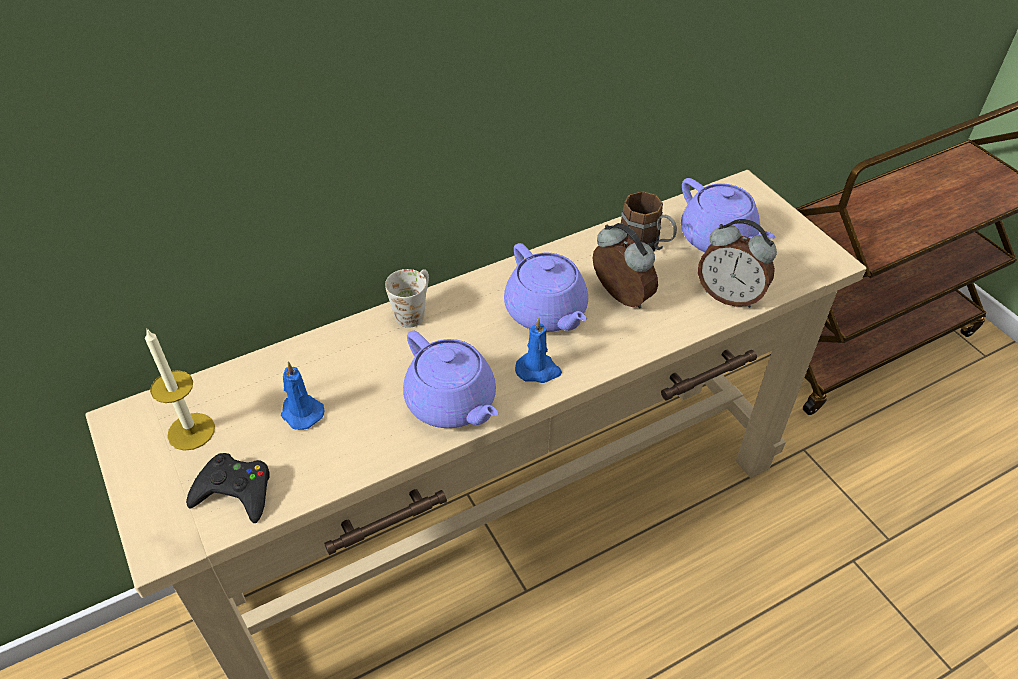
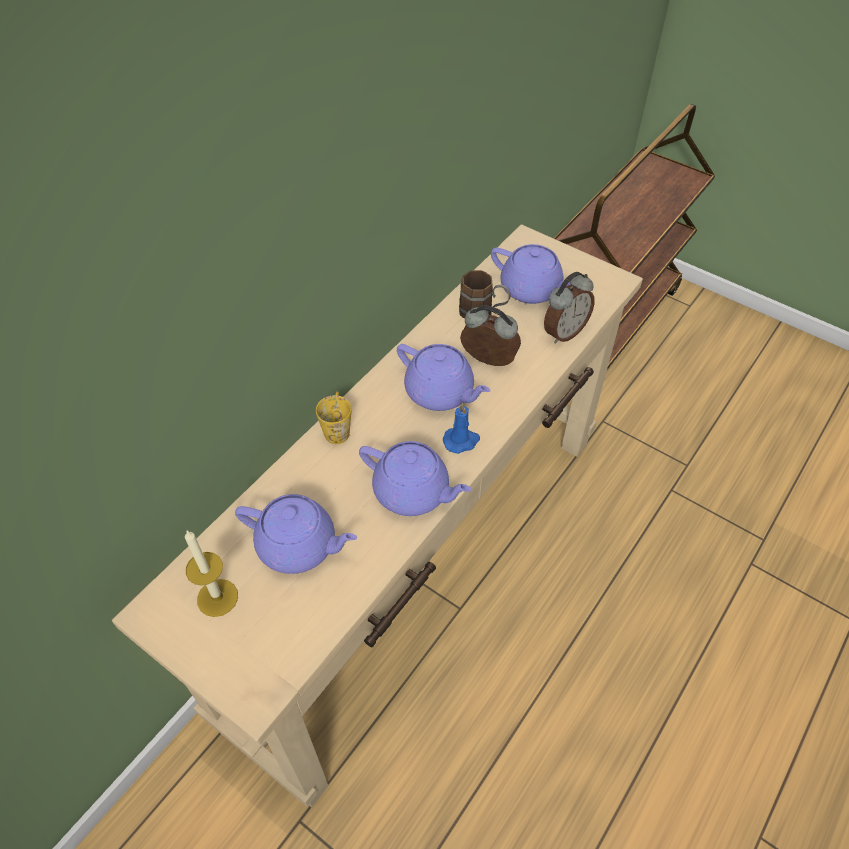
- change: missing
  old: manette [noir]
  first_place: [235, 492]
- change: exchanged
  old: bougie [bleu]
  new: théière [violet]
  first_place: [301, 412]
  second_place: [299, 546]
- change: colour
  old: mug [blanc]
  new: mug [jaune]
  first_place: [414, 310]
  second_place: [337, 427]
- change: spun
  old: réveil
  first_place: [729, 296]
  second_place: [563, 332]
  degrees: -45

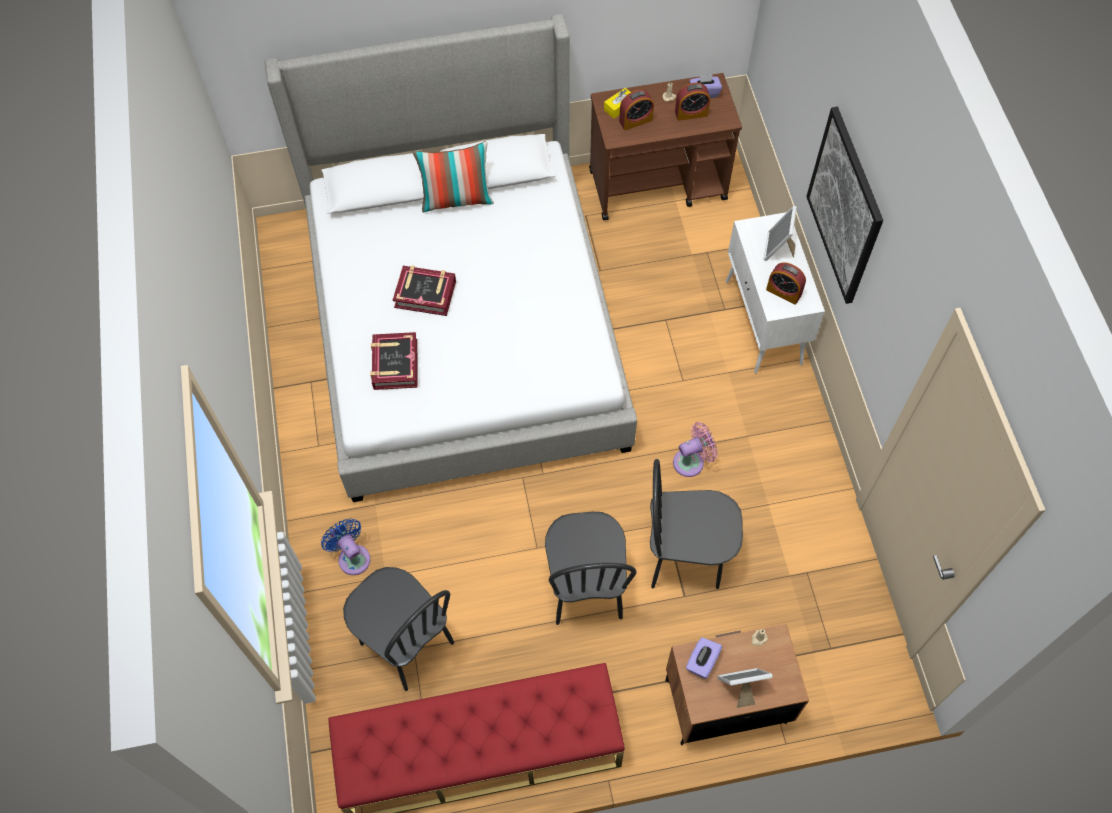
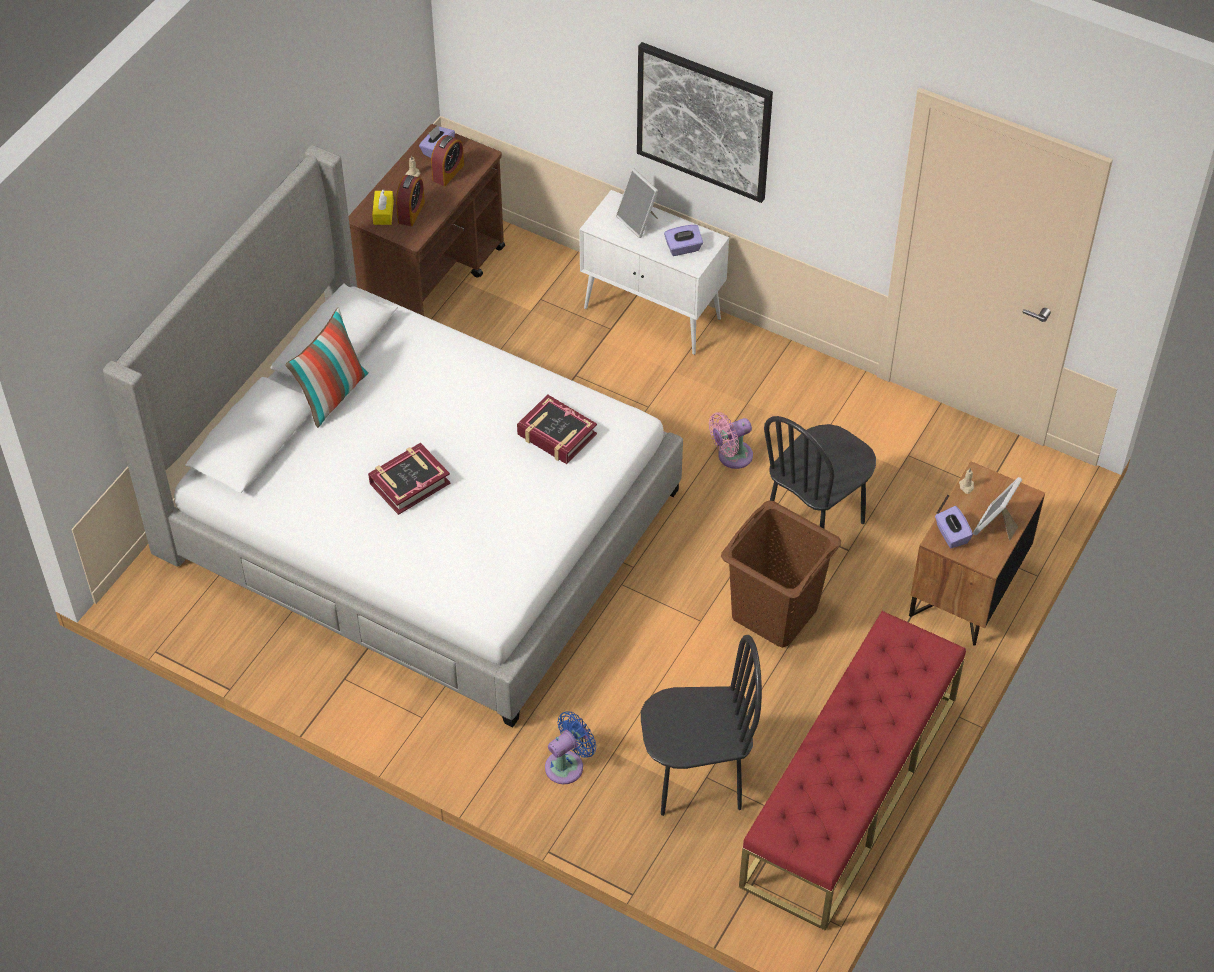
- change: relocated
  old: livre
  first_place: [394, 364]
  second_place: [556, 435]
- change: exchanged
  old: chaise [noir]
  new: panier à linge [marron]
  first_place: [585, 589]
  second_place: [774, 613]
- change: exchanged
  old: réveil
  new: boîte à mouchoirs [violet]
  first_place: [783, 292]
  second_place: [683, 248]
- change: spun
  old: ventilateur [bleu]
  first_place: [352, 557]
  second_place: [567, 765]
  degrees: 135
- change: spun
  old: ventilateur [rose]
  first_place: [691, 461]
  second_place: [731, 456]
  degrees: -135

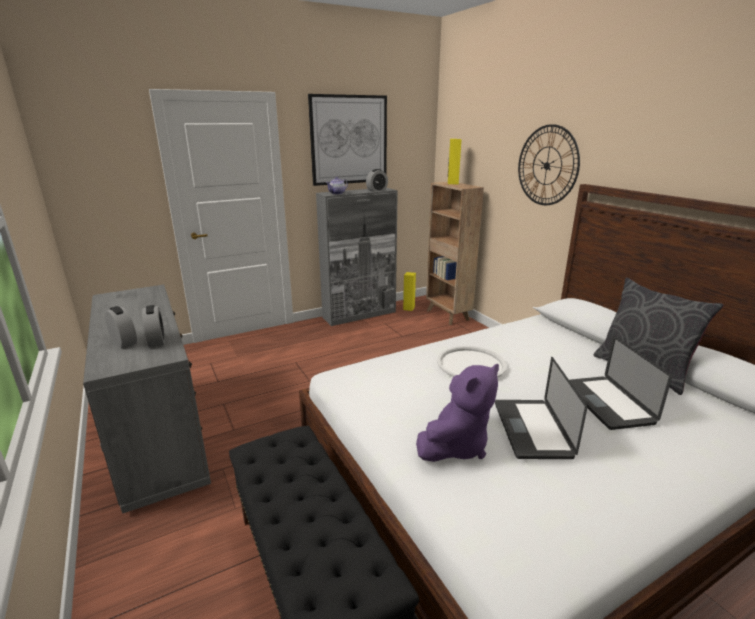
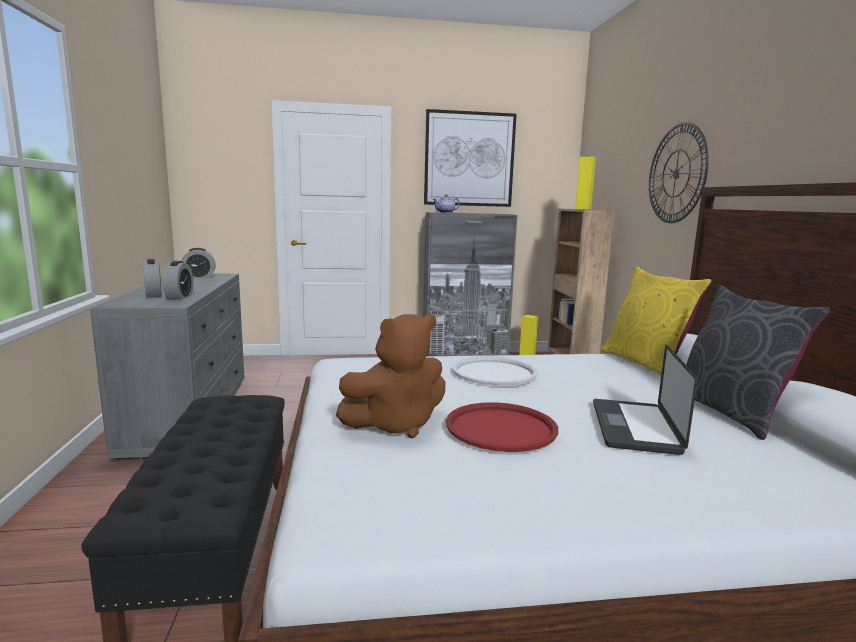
- change: appeared
  new: coussin [jaune]
  second_place: [645, 364]
- change: relocated
  old: réveil
  first_place: [377, 190]
  second_place: [199, 277]
- change: exchanged
  old: ordinateur portable
  new: plateau [rouge]
  first_place: [532, 429]
  second_place: [501, 428]
- change: colour
  old: peluche [violet]
  new: peluche [marron]
  first_place: [456, 446]
  second_place: [396, 424]

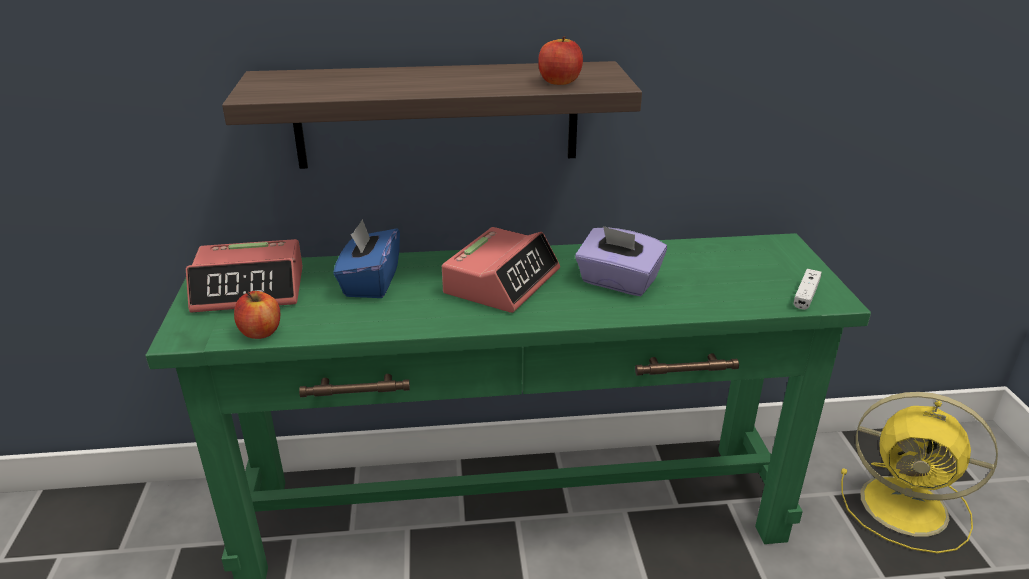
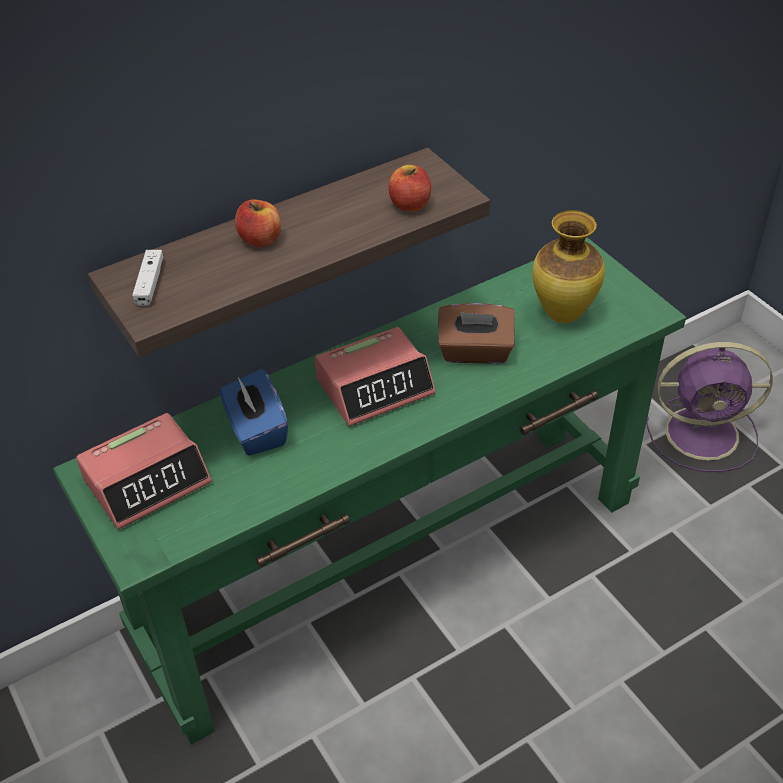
- change: appeared
  new: vase
  second_place: [561, 315]
- change: relocated
  old: pomme
  first_place: [260, 332]
  second_place: [260, 239]
- change: relocated
  old: manette [blanc]
  first_place: [806, 295]
  second_place: [150, 283]
- change: colour
  old: boîte à mouchoirs [violet]
  new: boîte à mouchoirs [marron]
  first_place: [618, 282]
  second_place: [475, 352]
- change: colour
  old: ventilateur [jaune]
  new: ventilateur [violet]
  first_place: [908, 507]
  second_place: [705, 433]
- change: spun
  old: réveil
  first_place: [502, 281]
  second_place: [375, 386]
  degrees: 60

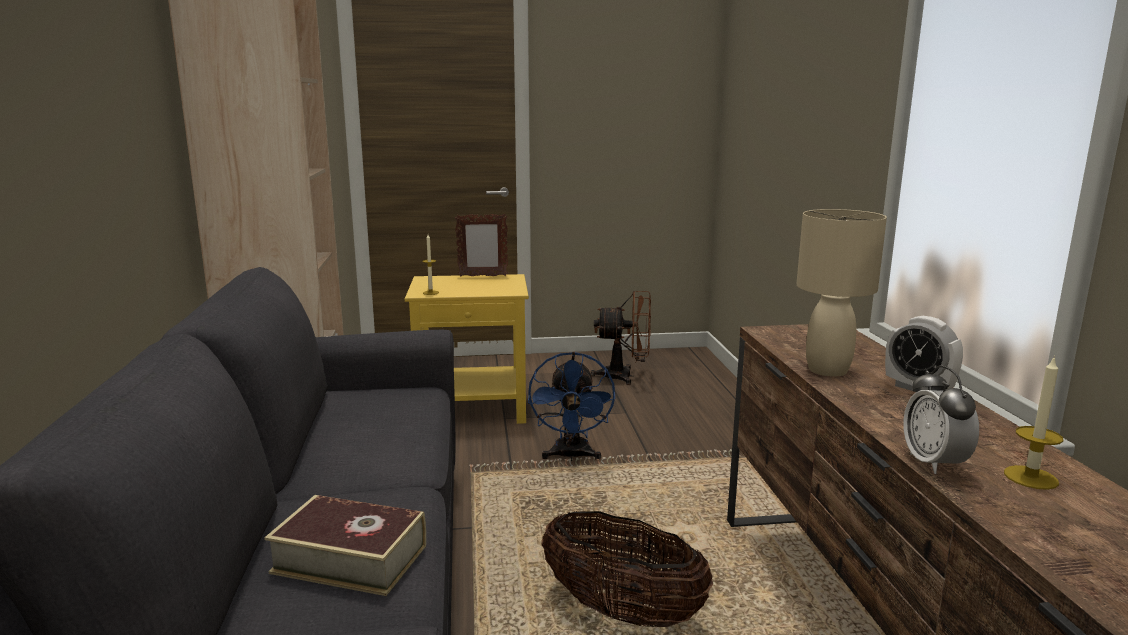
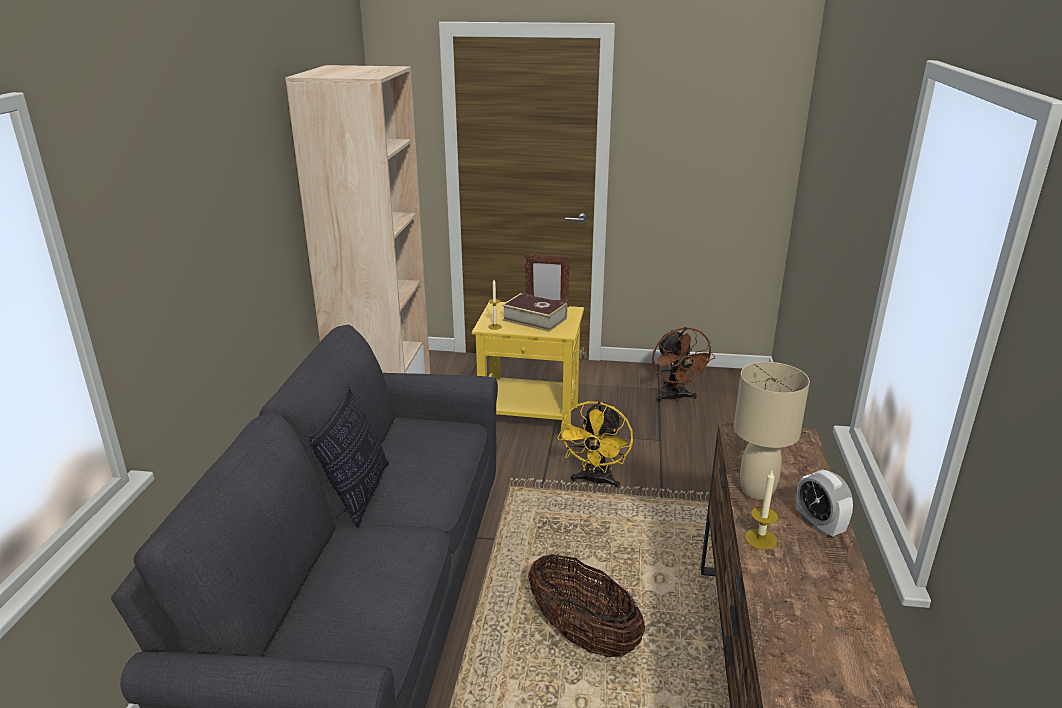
- change: missing
  old: réveil
  first_place: [934, 463]
- change: appeared
  new: coussin
  second_place: [358, 493]
- change: relocated
  old: livre
  first_place: [350, 559]
  second_place: [534, 319]
- change: relocated
  old: bougie
  first_place: [1030, 477]
  second_place: [760, 539]
- change: colour
  old: ventilateur [bleu]
  new: ventilateur [jaune]
  first_place: [571, 456]
  second_place: [595, 481]
- change: spun
  old: ventilateur [marron]
  first_place: [625, 376]
  second_place: [675, 398]
  degrees: 60

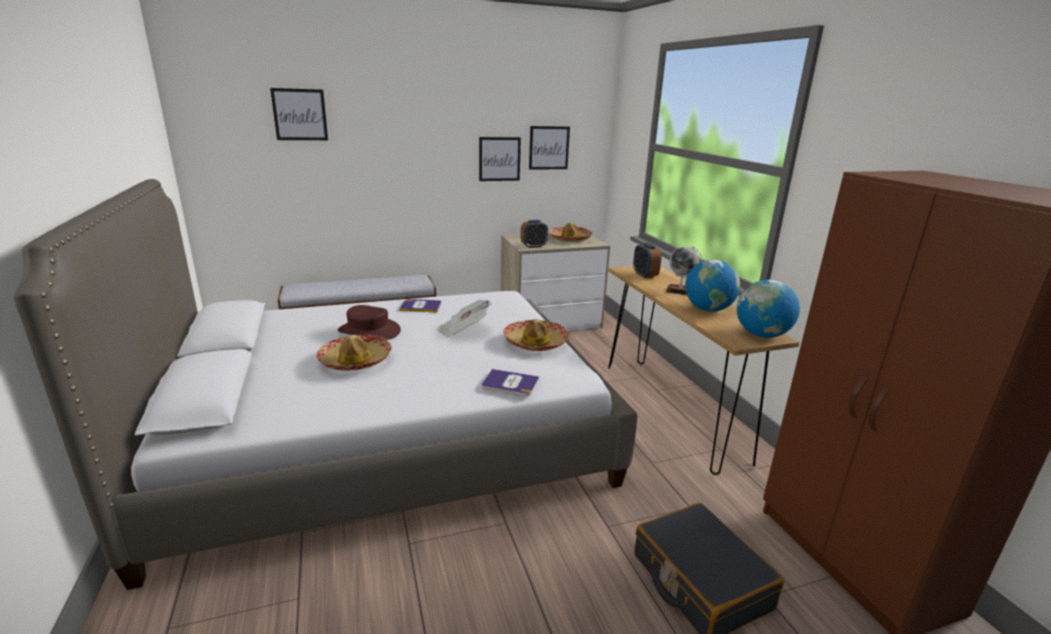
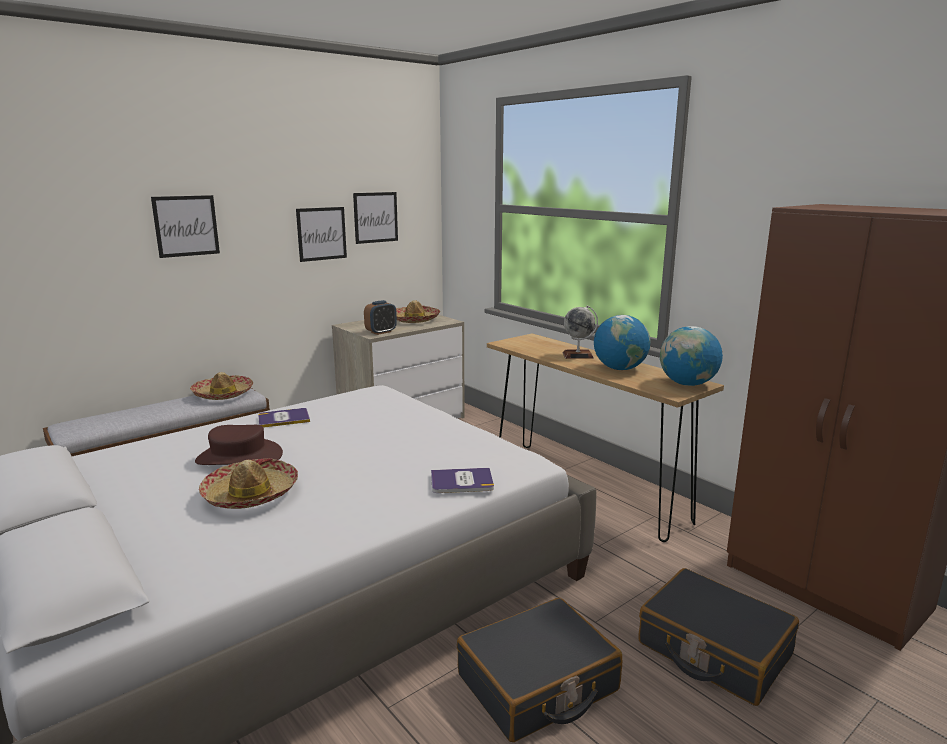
- change: missing
  old: journal
  first_place: [463, 331]
- change: missing
  old: réveil
  first_place: [644, 275]
- change: appeared
  new: valise [noir]
  second_place: [538, 684]
- change: relocated
  old: tableau
  first_place: [300, 114]
  second_place: [186, 226]
- change: relocated
  old: chapeau
  first_place: [535, 343]
  second_place: [223, 394]

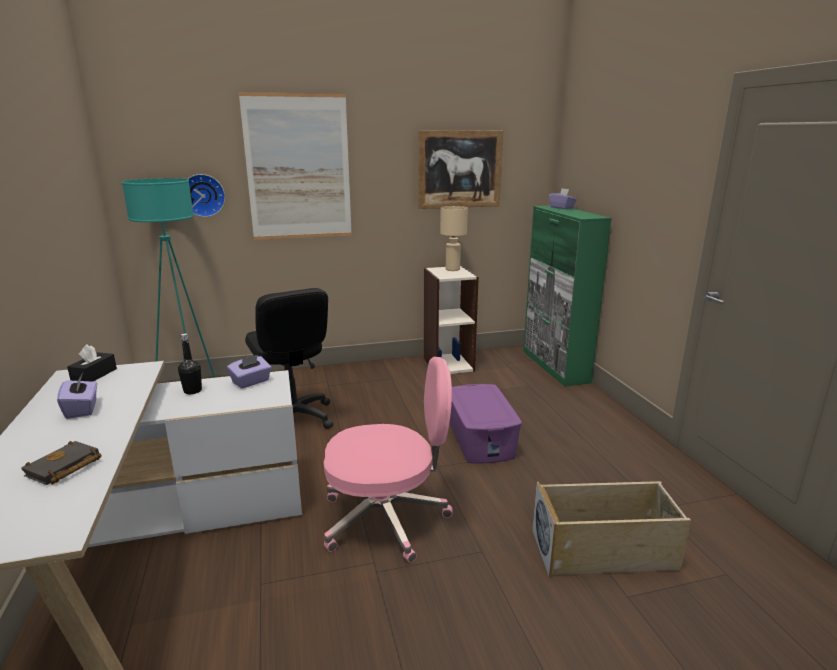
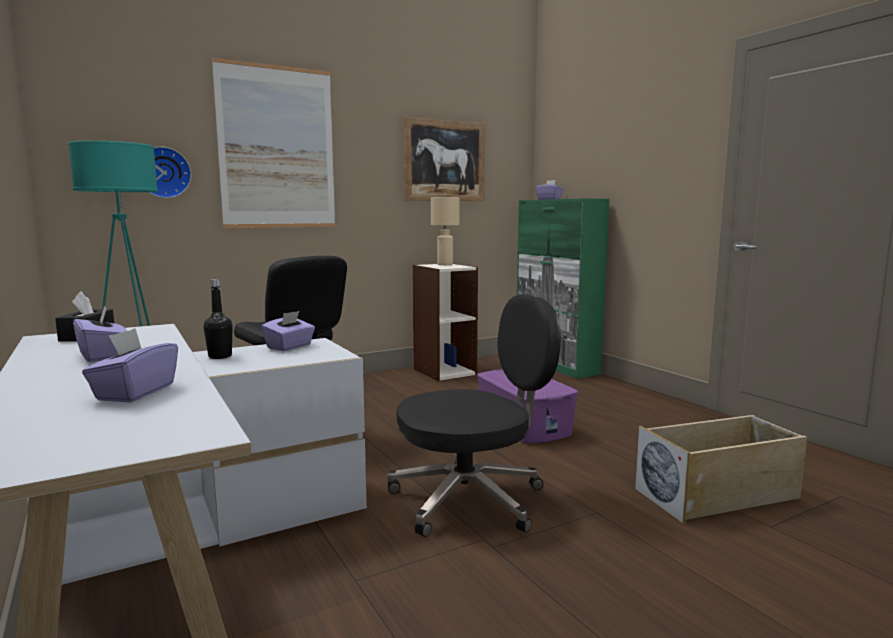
- change: exchanged
  old: livre [noir]
  new: boîte à mouchoirs [violet]
  first_place: [63, 468]
  second_place: [135, 392]
- change: colour
  old: chaise de bureau [rose]
  new: chaise de bureau [noir]
  first_place: [387, 518]
  second_place: [471, 499]

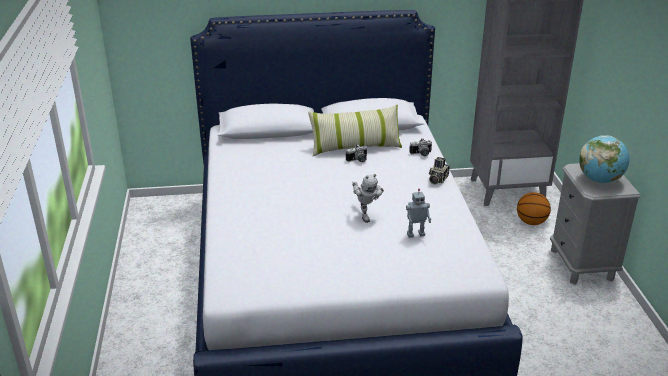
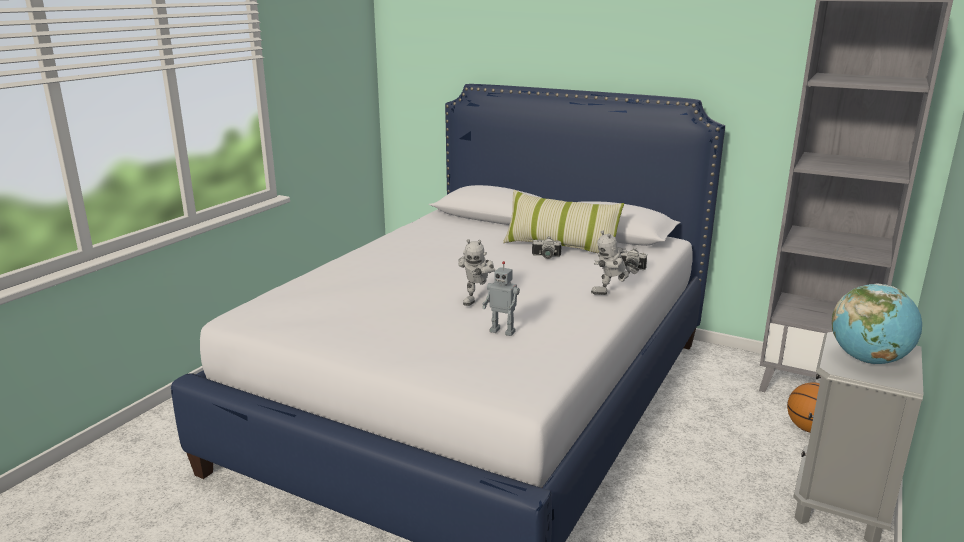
- change: exchanged
  old: appareil photo
  new: robot jouet
  first_place: [437, 179]
  second_place: [612, 294]

